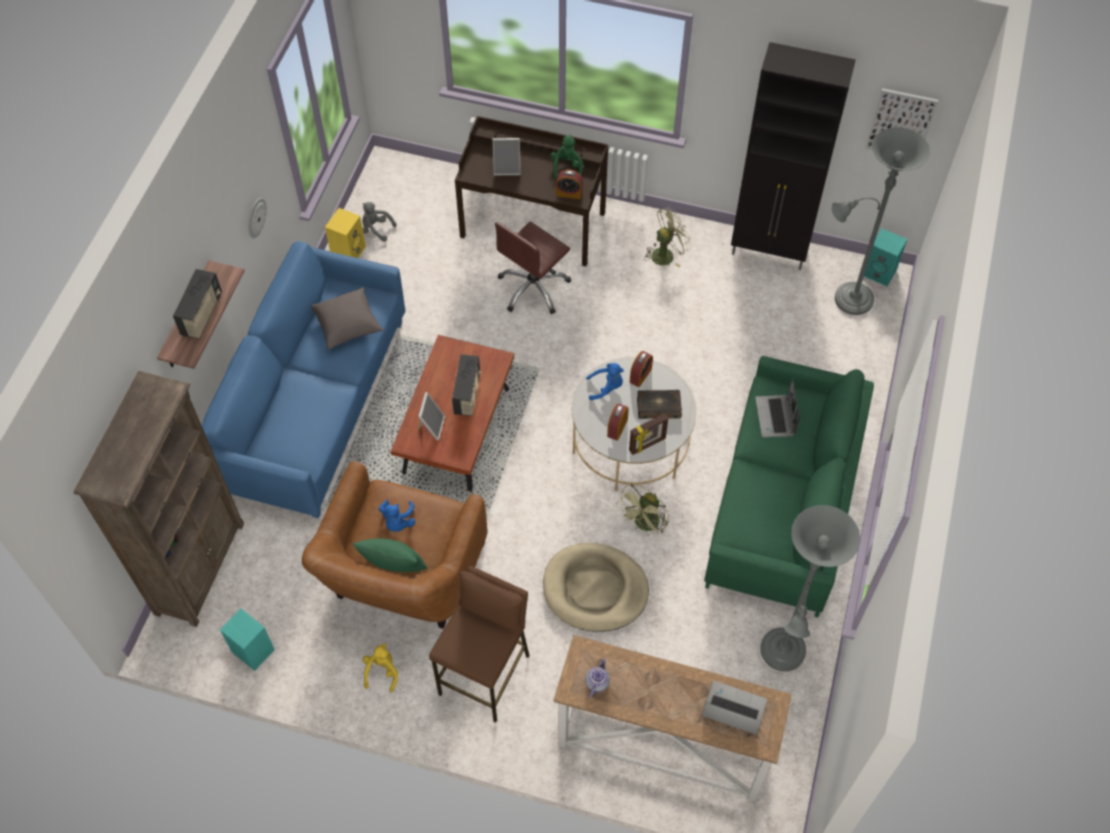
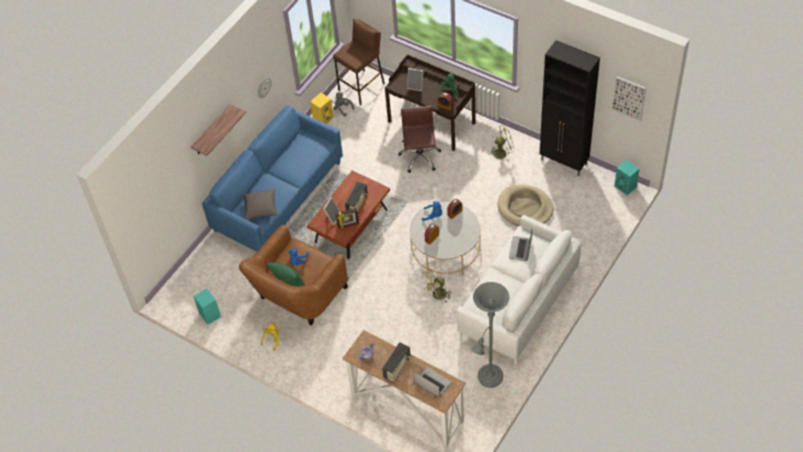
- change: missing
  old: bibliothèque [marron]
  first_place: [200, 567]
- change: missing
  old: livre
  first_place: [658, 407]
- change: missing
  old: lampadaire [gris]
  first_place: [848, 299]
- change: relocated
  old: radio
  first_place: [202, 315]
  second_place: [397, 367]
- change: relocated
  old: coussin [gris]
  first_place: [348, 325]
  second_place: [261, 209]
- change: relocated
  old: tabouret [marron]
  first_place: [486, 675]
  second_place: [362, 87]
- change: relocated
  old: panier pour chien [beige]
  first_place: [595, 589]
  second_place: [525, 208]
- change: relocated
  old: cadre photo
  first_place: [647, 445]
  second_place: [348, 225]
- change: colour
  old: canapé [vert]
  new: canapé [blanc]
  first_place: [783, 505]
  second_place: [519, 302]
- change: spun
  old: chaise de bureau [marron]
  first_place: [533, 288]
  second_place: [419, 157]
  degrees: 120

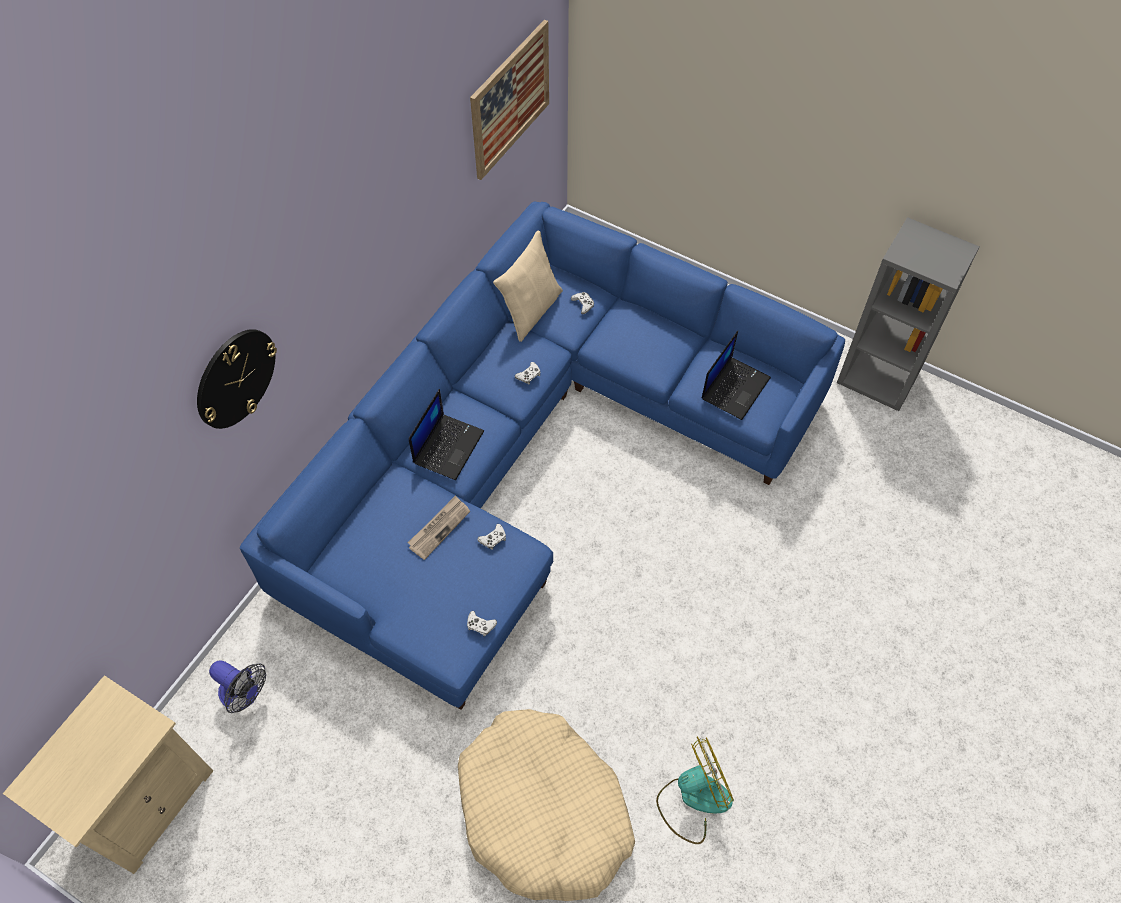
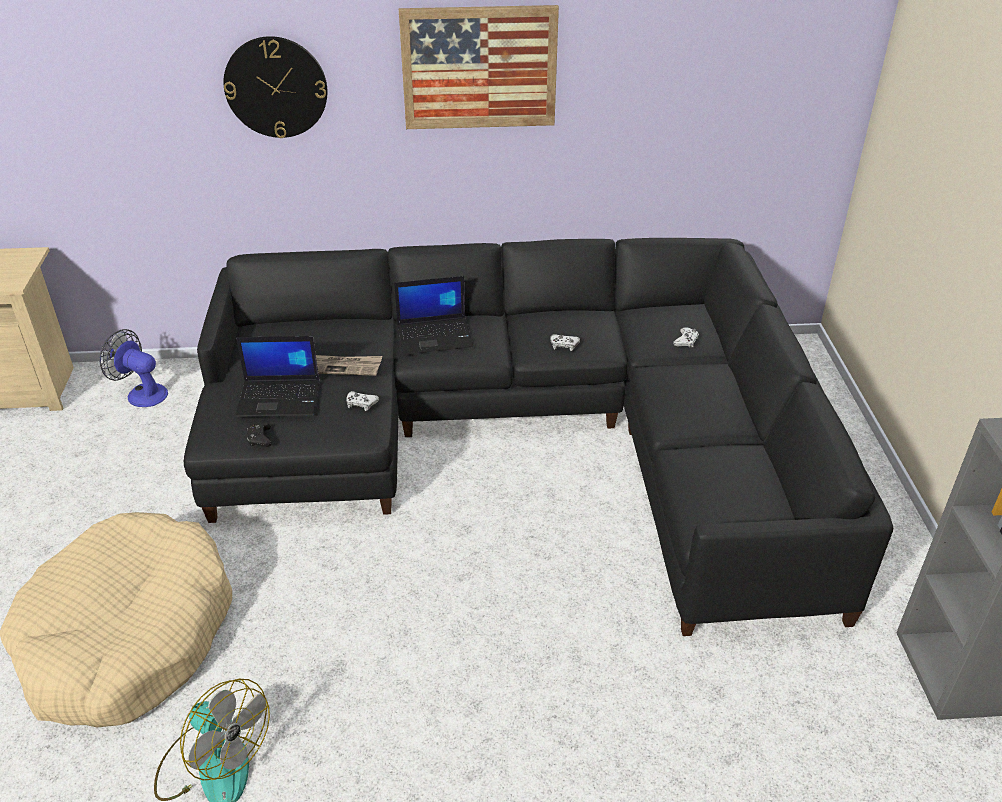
- change: missing
  old: coussin [beige]
  first_place: [531, 310]
- change: relocated
  old: tableau
  first_place: [510, 100]
  second_place: [479, 68]
- change: relocated
  old: ordinateur portable
  first_place: [735, 387]
  second_place: [280, 398]
- change: colour
  old: canapé [bleu]
  new: canapé [noir]
  first_place: [533, 452]
  second_place: [528, 437]
- change: colour
  old: manette [blanc]
  new: manette [noir]
  first_place: [480, 625]
  second_place: [259, 438]
- change: spun
  old: ventilateur
  first_place: [245, 695]
  second_place: [142, 393]
  degrees: 120

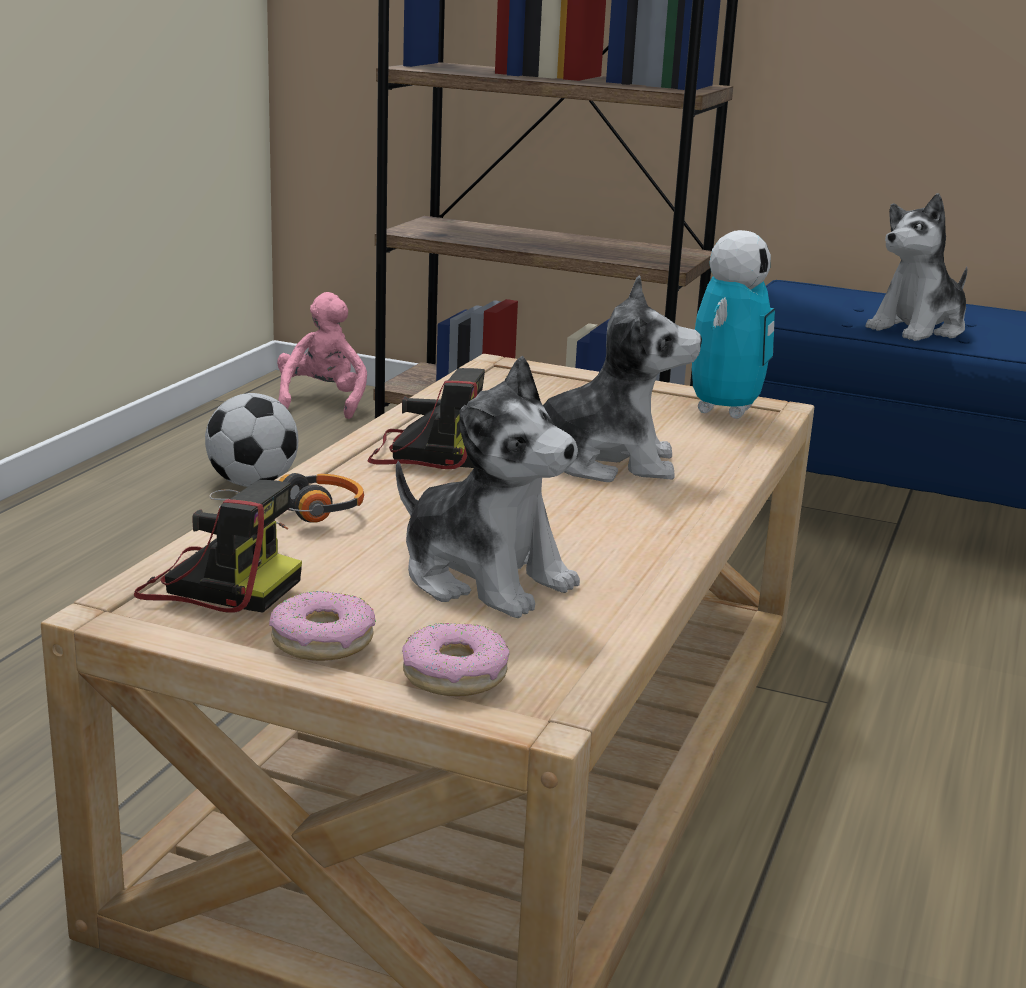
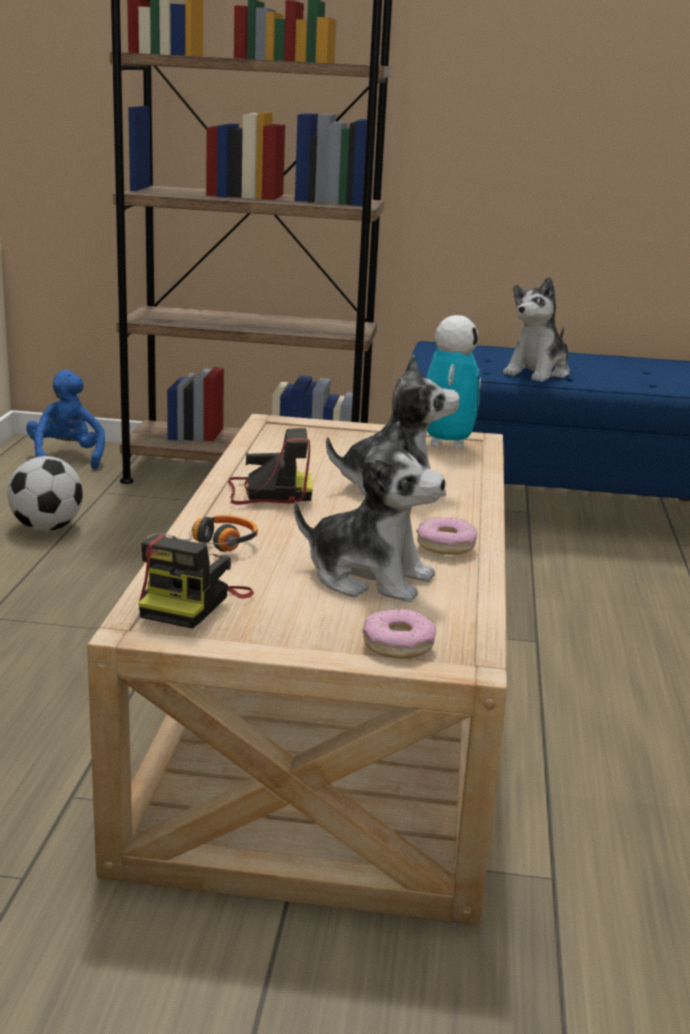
- change: relocated
  old: beignet
  first_place: [323, 641]
  second_place: [445, 545]
- change: colour
  old: peluche [rose]
  new: peluche [bleu]
  first_place: [322, 402]
  second_place: [67, 457]
- change: spun
  old: appareil photo
  first_place: [216, 585]
  second_place: [193, 603]
  degrees: 105

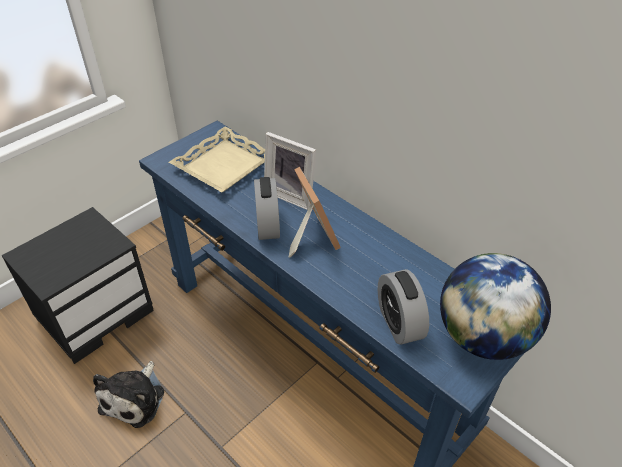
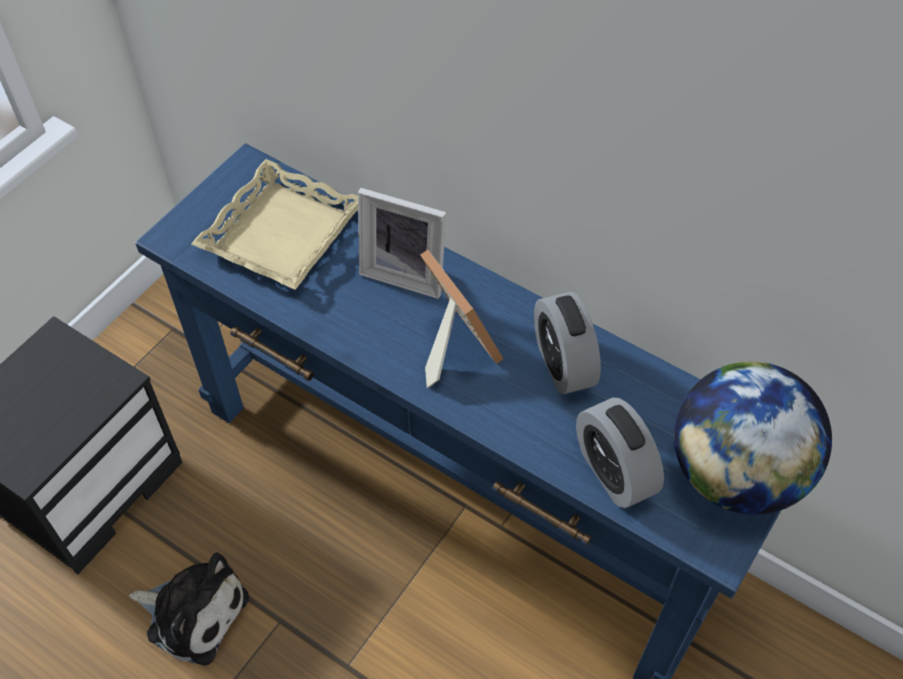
- change: relocated
  old: réveil
  first_place: [268, 225]
  second_place: [563, 364]
- change: spun
  old: peluche
  first_place: [135, 398]
  second_place: [193, 612]
  degrees: -75

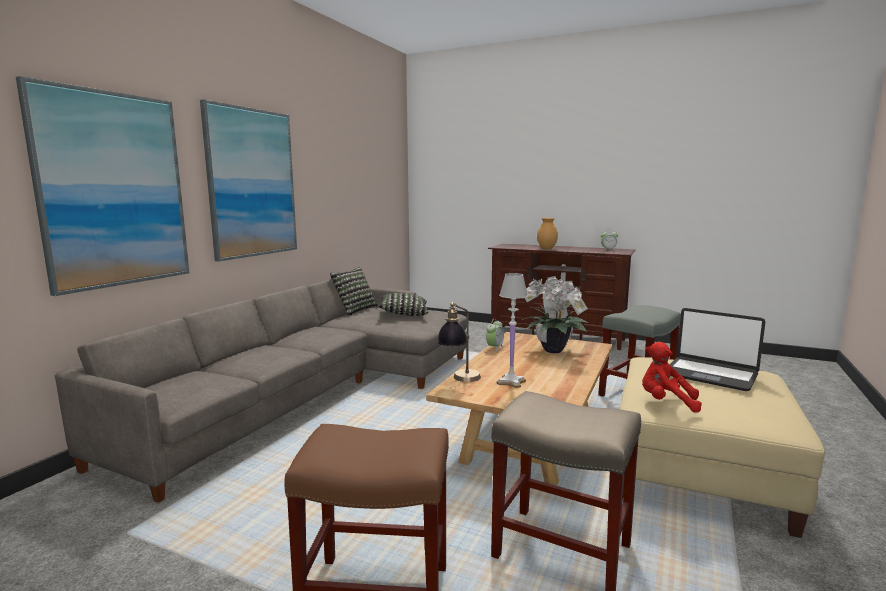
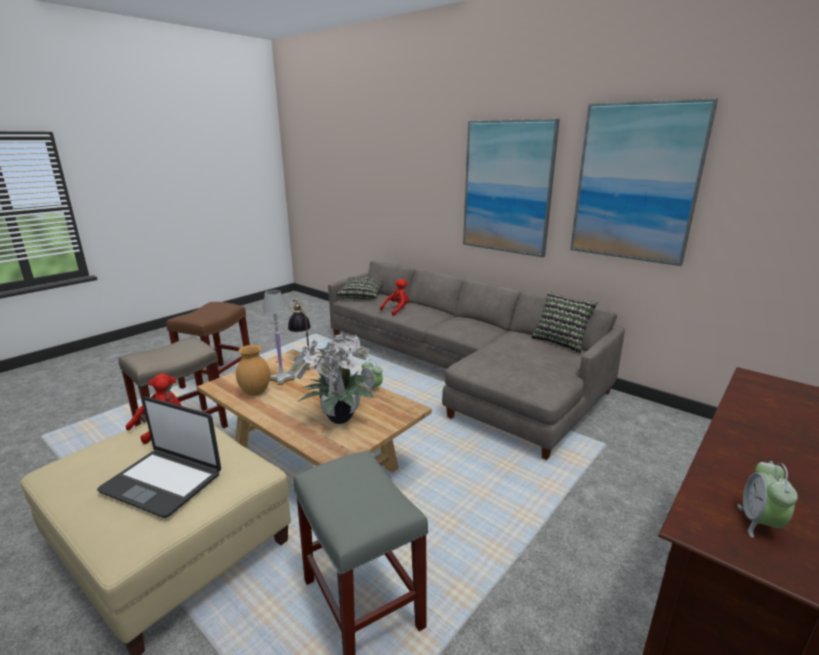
- change: appeared
  new: peluche [rouge]
  second_place: [397, 310]
- change: relocated
  old: tableau
  first_place: [113, 190]
  second_place: [635, 183]
- change: relocated
  old: coussin
  first_place: [403, 314]
  second_place: [362, 295]
- change: relocated
  old: vase [marron]
  first_place: [547, 249]
  second_place: [255, 393]
- change: spun
  old: ordinateur portable
  first_place: [710, 374]
  second_place: [163, 482]
  degrees: -120

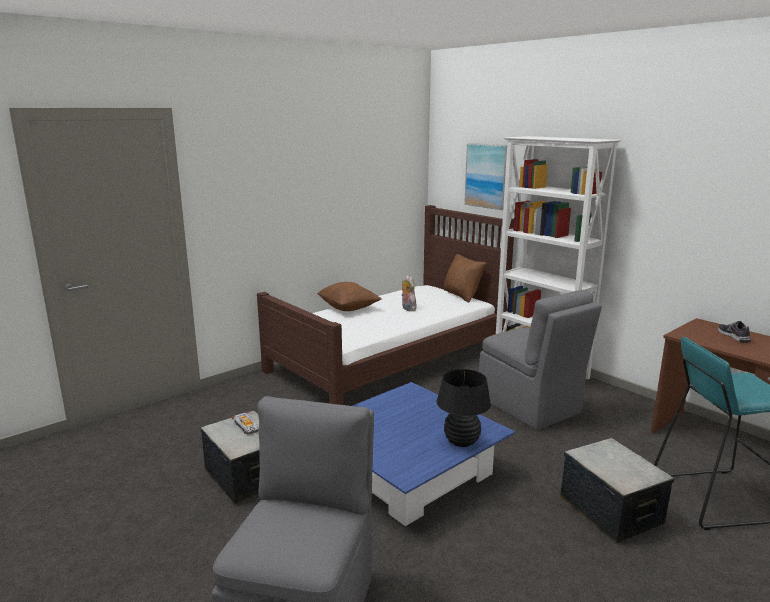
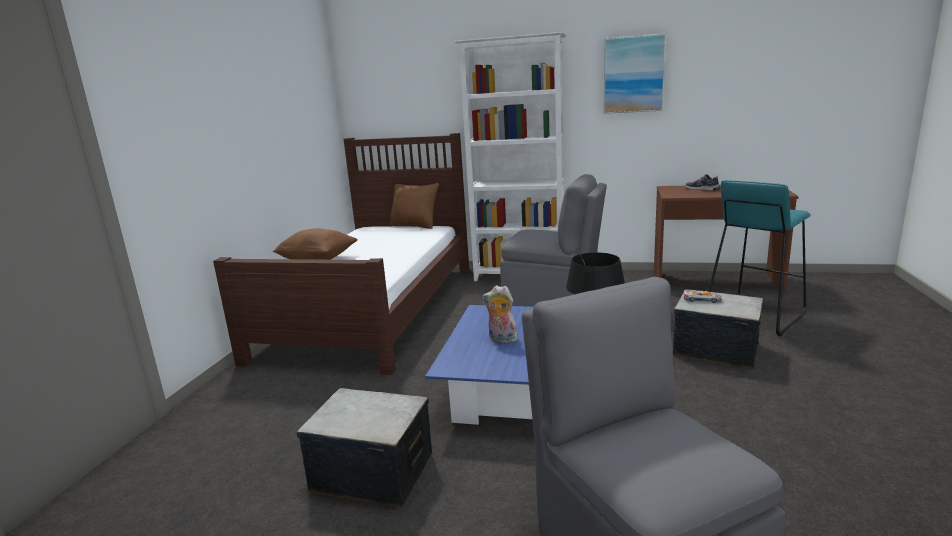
- change: relocated
  old: petite voiture
  first_place: [246, 426]
  second_place: [702, 299]
- change: relocated
  old: peluche
  first_place: [407, 309]
  second_place: [501, 339]
- change: relocated
  old: tableau
  first_place: [487, 176]
  second_place: [633, 74]

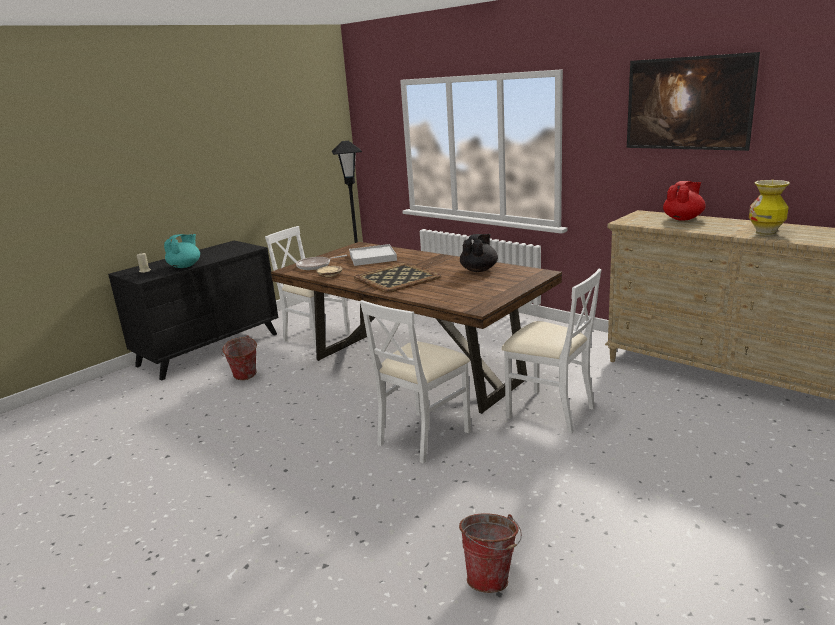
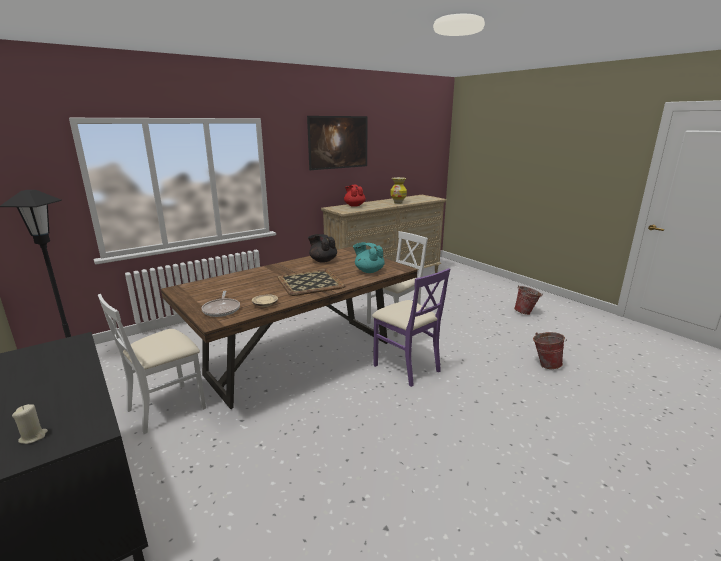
- change: missing
  old: plateau [blanc]
  first_place: [372, 257]
- change: relocated
  old: théière [turquoise]
  first_place: [185, 266]
  second_place: [369, 271]
- change: relocated
  old: seau
  first_place: [244, 378]
  second_place: [526, 312]
- change: colour
  old: chaise [blanc]
  new: chaise [violet]
  first_place: [423, 436]
  second_place: [406, 367]

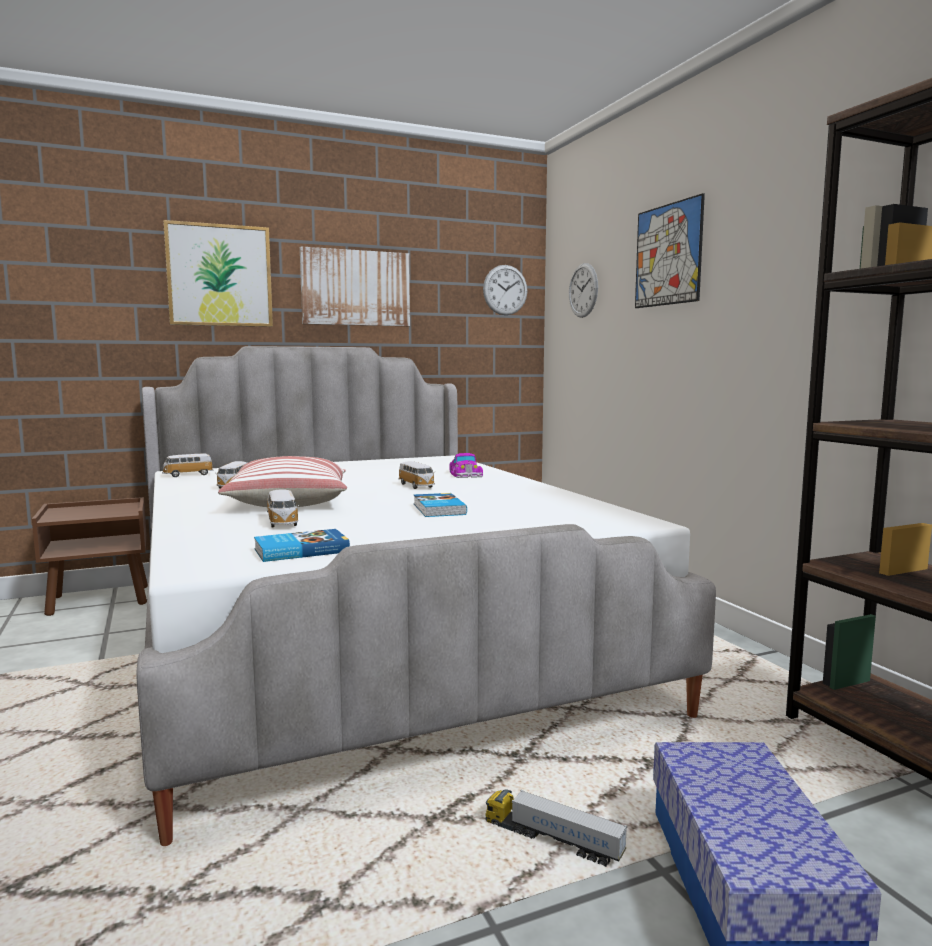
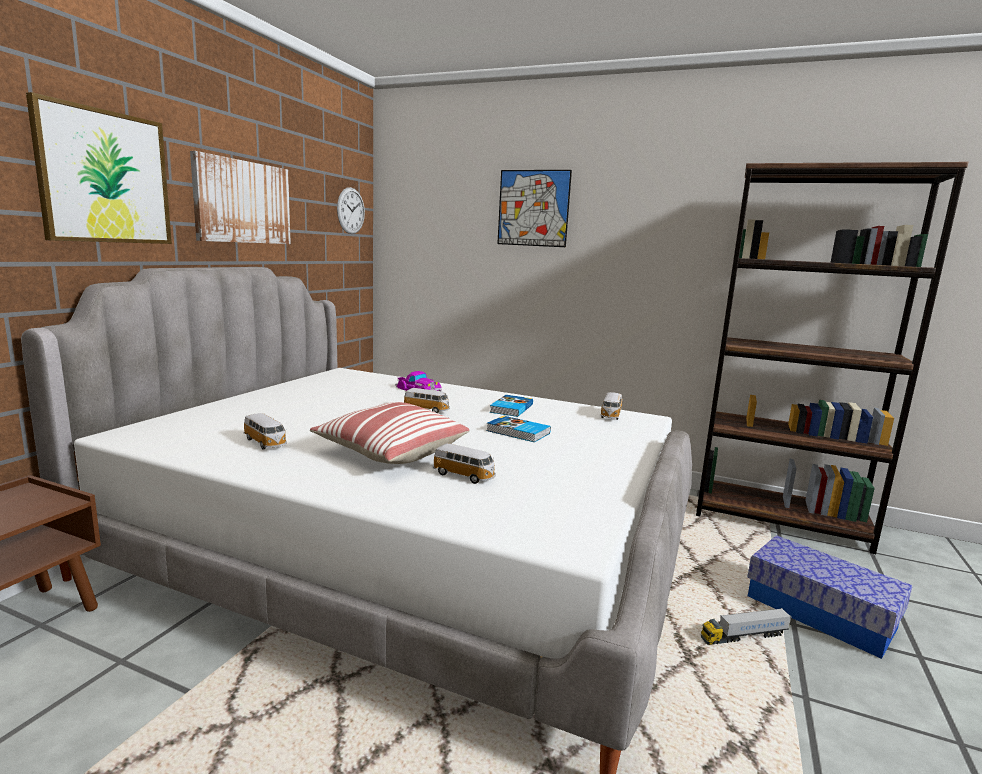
- change: missing
  old: horloge murale
  first_place: [583, 290]
- change: relocated
  old: petite voiture
  first_place: [187, 475]
  second_place: [610, 415]
- change: relocated
  old: livre
  first_place: [300, 550]
  second_place: [510, 408]

